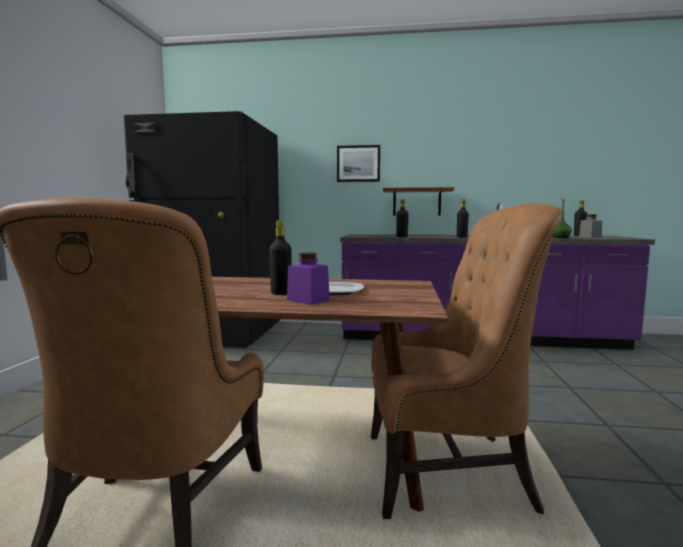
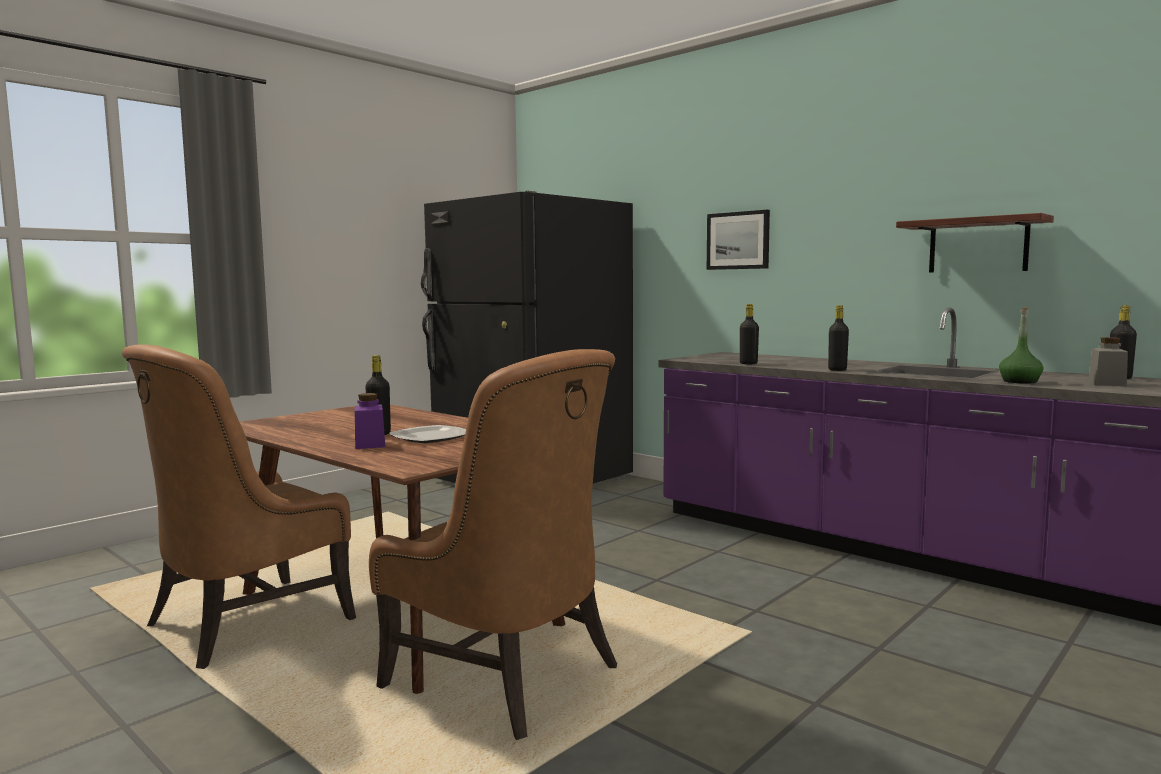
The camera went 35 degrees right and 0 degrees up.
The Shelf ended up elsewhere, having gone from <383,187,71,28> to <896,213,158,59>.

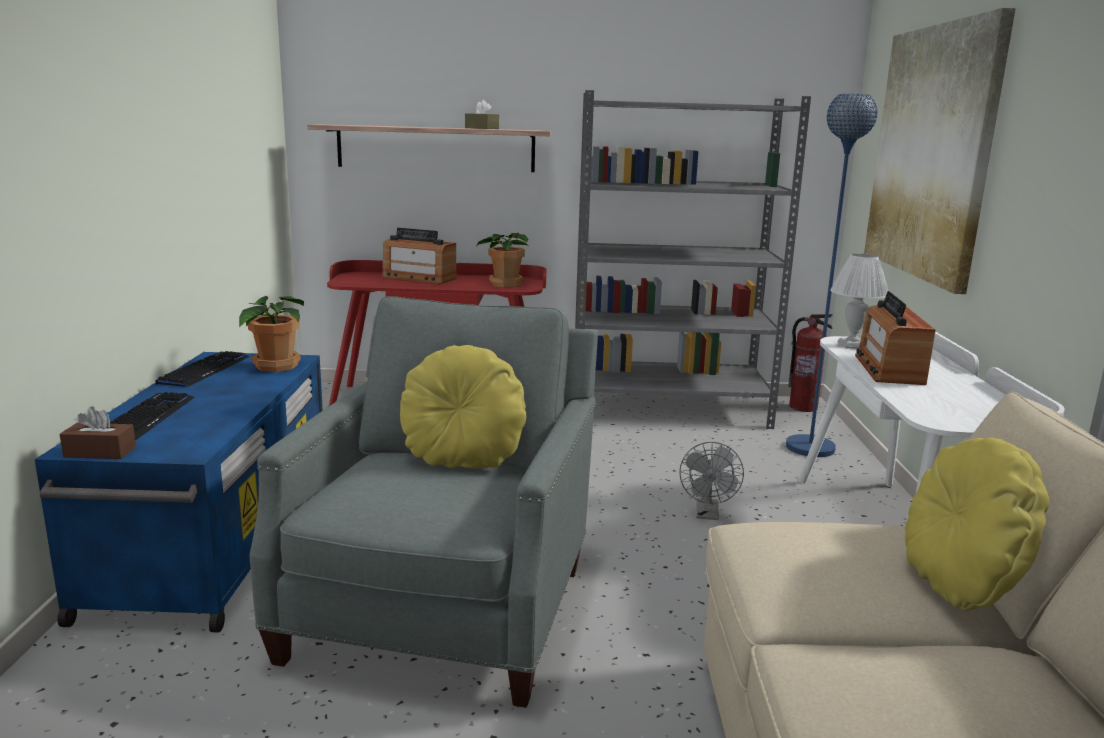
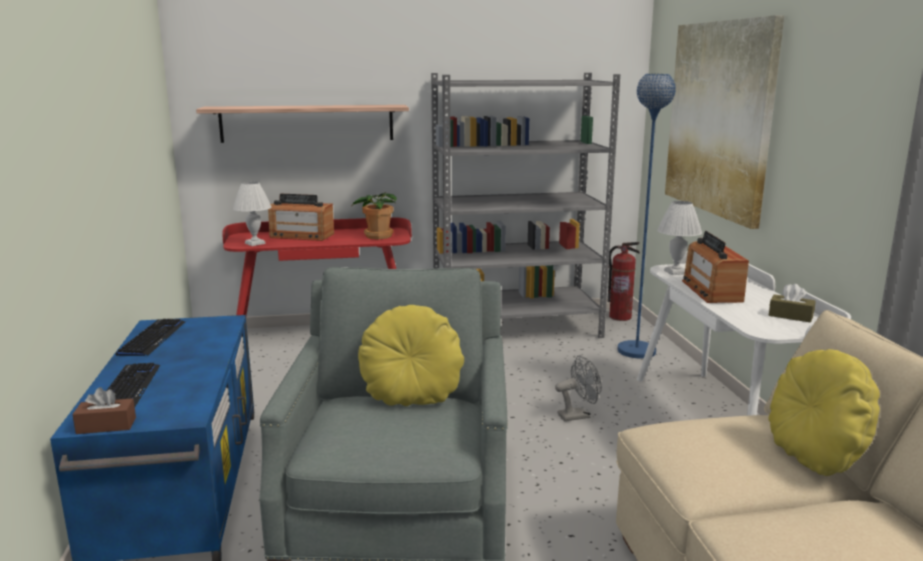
The camera went 10 degrees left and 0 degrees up.
The BrownBoxOfTissues ended up elsewhere, having gone from <465,100,34,29> to <769,284,47,39>.
The second view lost the PlantInAPot at <239,296,65,76>.
The GrayElectricFan at <679,442,65,78> ended up facing another way, 105 degrees counterclockwise from before.
The second view gained the WhiteColouredTableLamp at <233,182,38,64>.

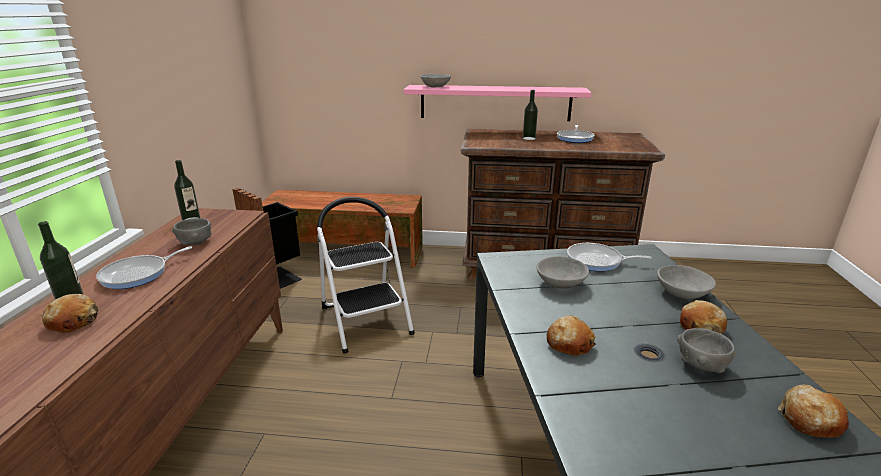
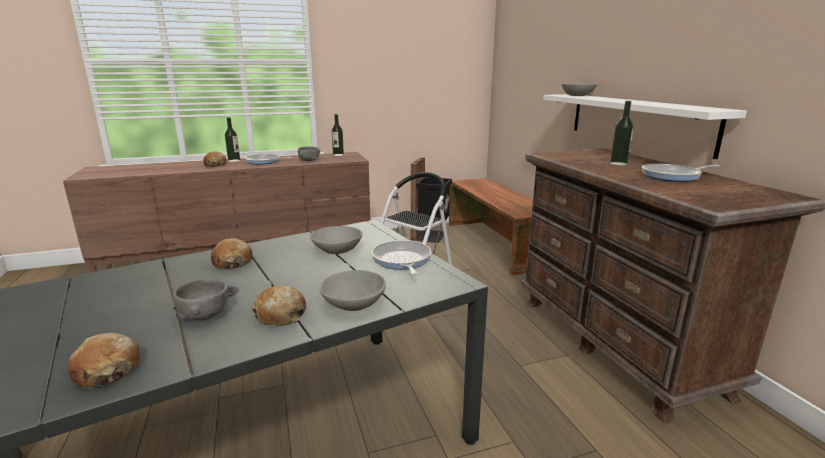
The camera went 65 degrees right and 5 degrees down.
What was the PinkColouredShelf at <404,85,187,36> turned into the WhiteColouredShelf at <543,94,204,65>.

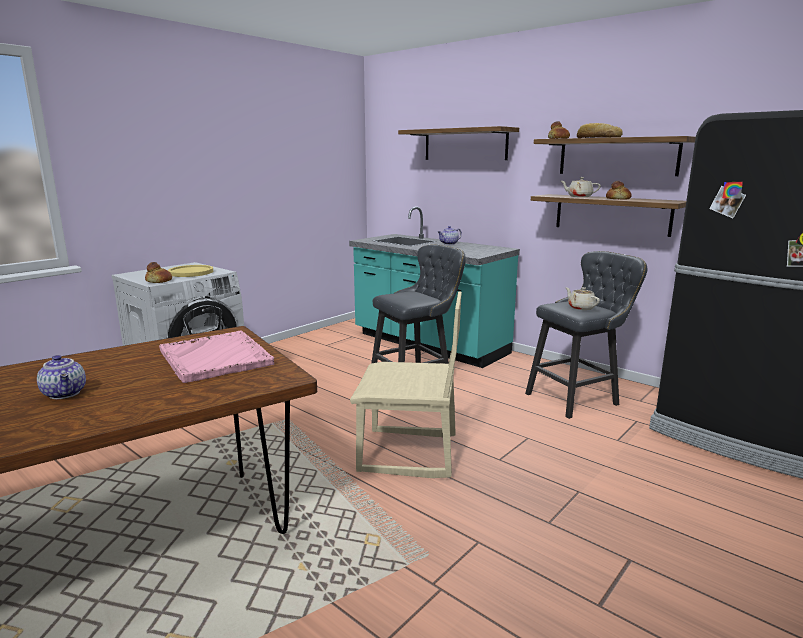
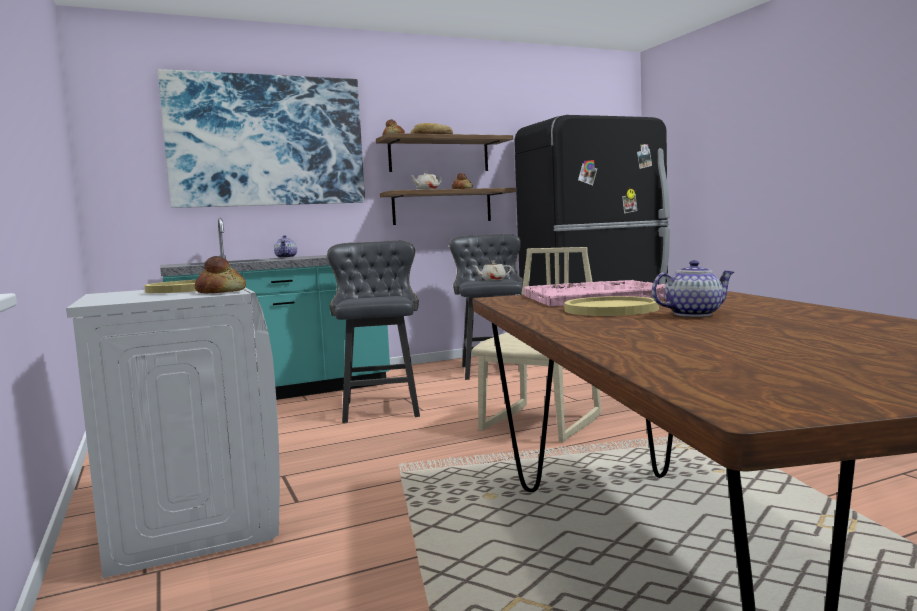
The camera went 65 degrees left and 10 degrees down.
Where the Shelf hung at <398,126,121,34>, the WallArt came to hang at <158,69,207,139>.
The second view gained the YellowPlate at <564,296,95,20>.

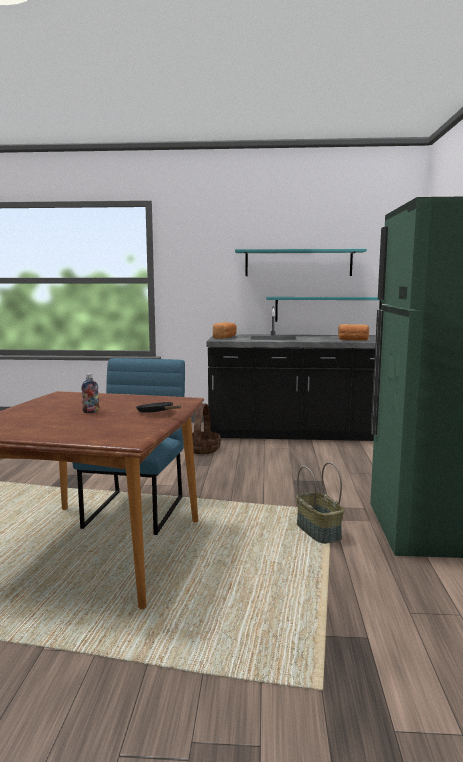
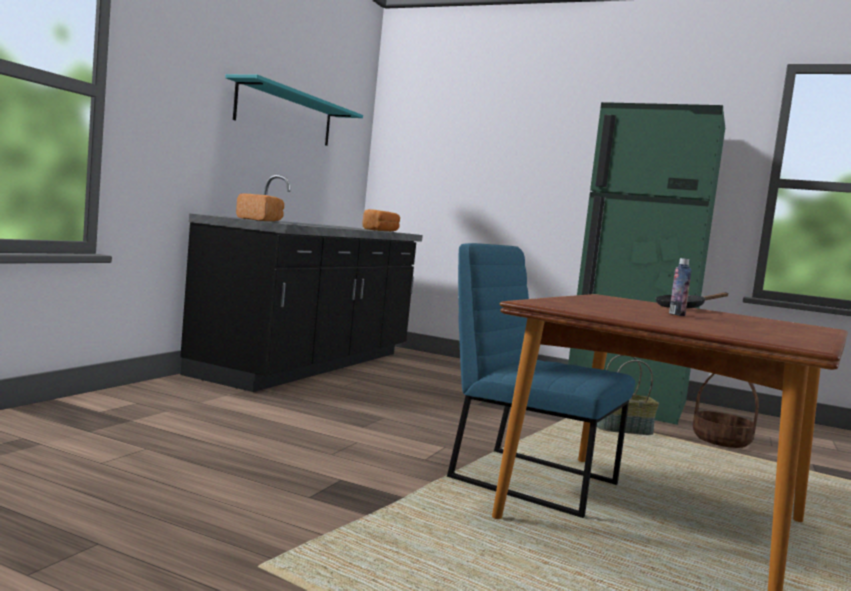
The camera went 70 degrees left and 5 degrees down.
The second view lost the TurquoiseColouredShelf at <266,297,116,25>.
The StorageBasket ended up elsewhere, having gone from <192,403,29,51> to <693,373,66,75>.

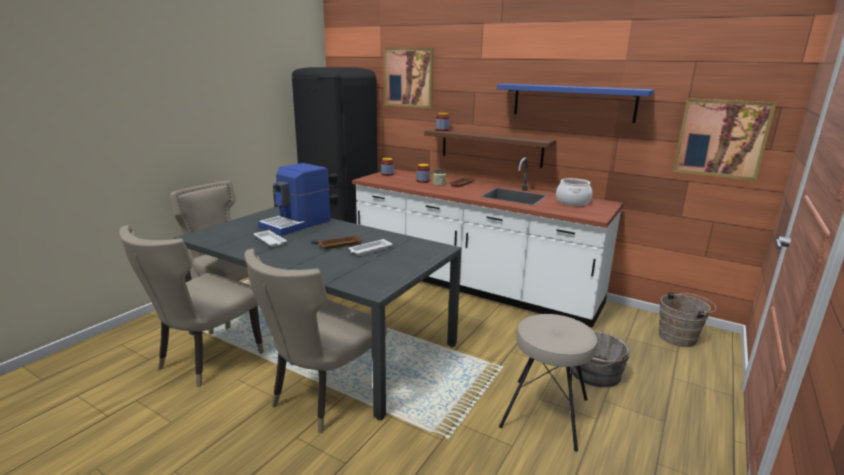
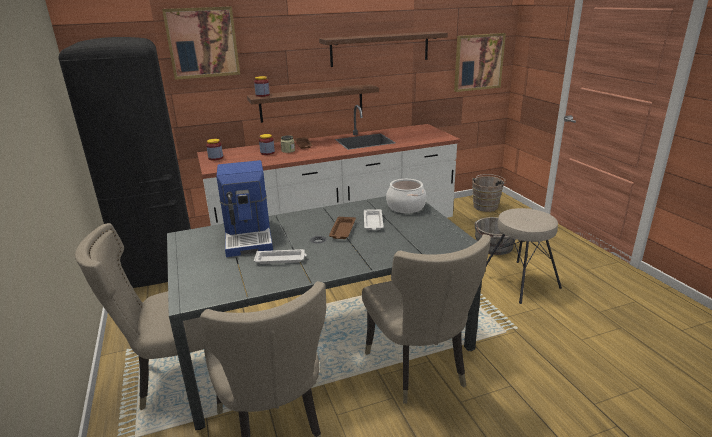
The camera went 50 degrees left and 5 degrees up.
What was the BlueShelf at <497,84,157,39> turned into the BrownShelf at <319,31,129,36>.
The Stockpot ended up elsewhere, having gone from <556,178,36,28> to <386,179,40,34>.

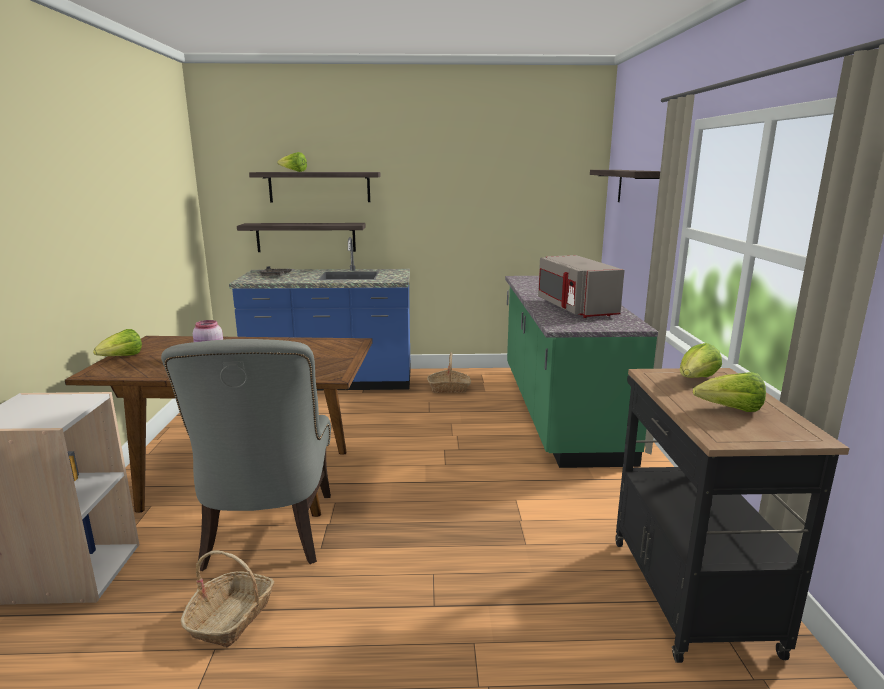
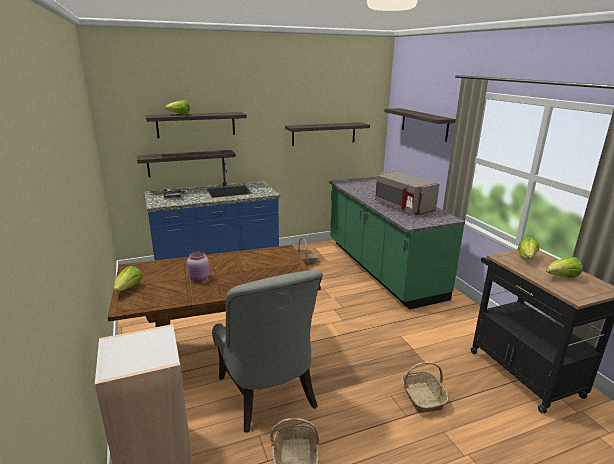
The camera went 20 degrees left and 5 degrees up.
The second view gained the Shelf at <285,122,85,24>.
The second view gained the StorageBasket at <401,362,48,51>.

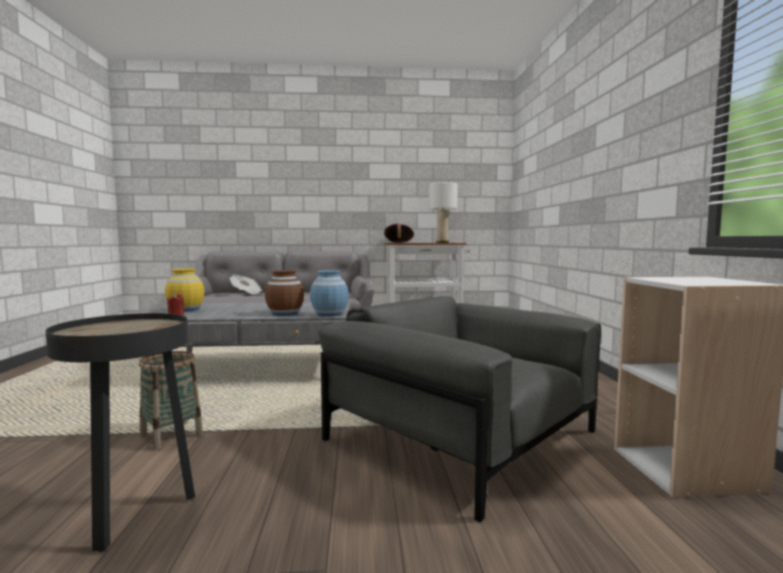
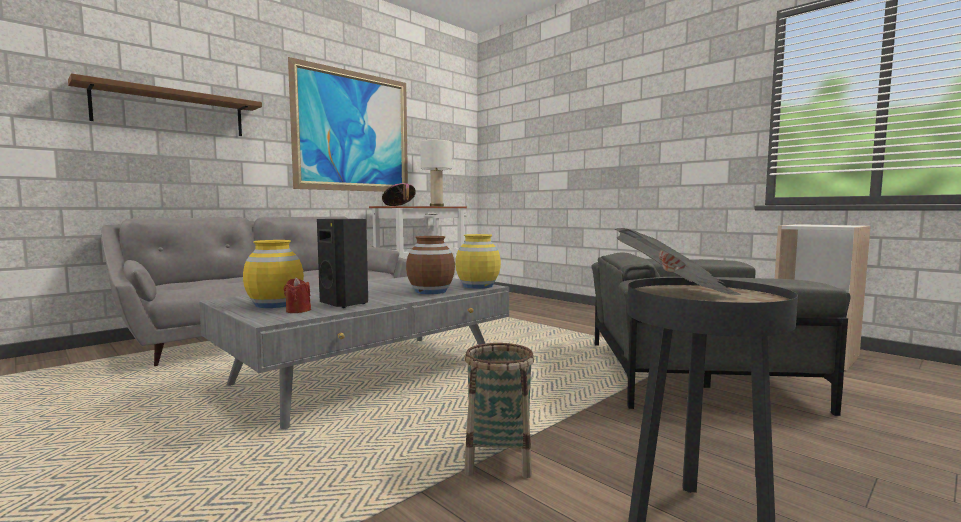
The camera went 40 degrees left and 0 degrees up.
What was the BlueDecorativeVase at <310,270,39,47> turned into the YellowDecorativeVase at <455,234,46,55>.
The DailyPaper ended up elsewhere, having gone from <229,275,34,19> to <615,228,126,67>.
The second view gained the WallArt at <288,57,120,135>.
The second view gained the BrownShelf at <68,73,194,63>.
The second view gained the BlackColouredAudioSpeaker at <317,219,51,89>.

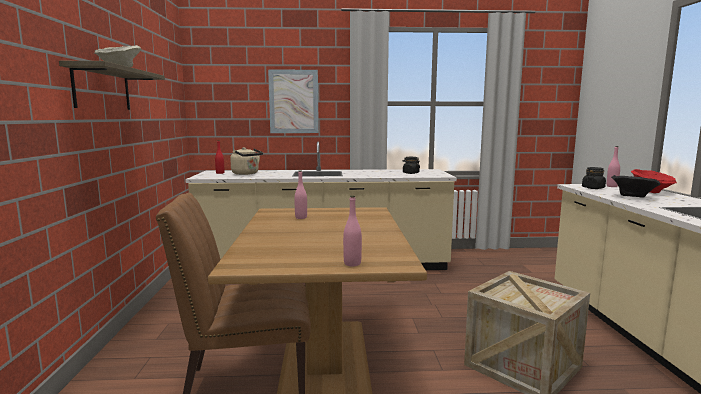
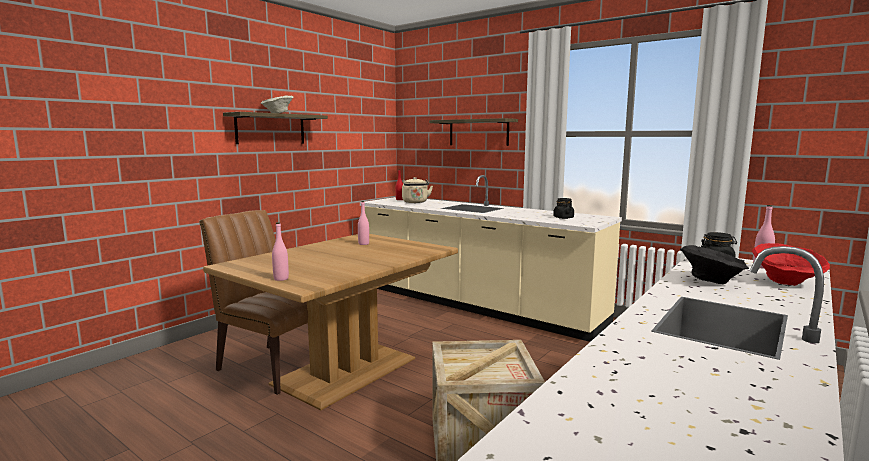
The camera went 40 degrees right and 0 degrees up.
Where the WallArt hung at <268,69,51,64>, the Shelf came to hang at <429,118,89,28>.

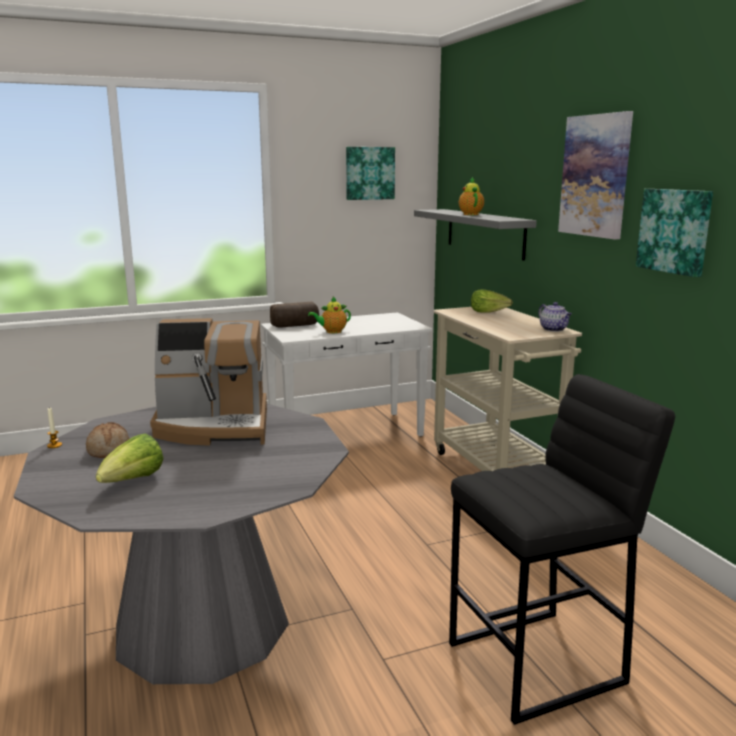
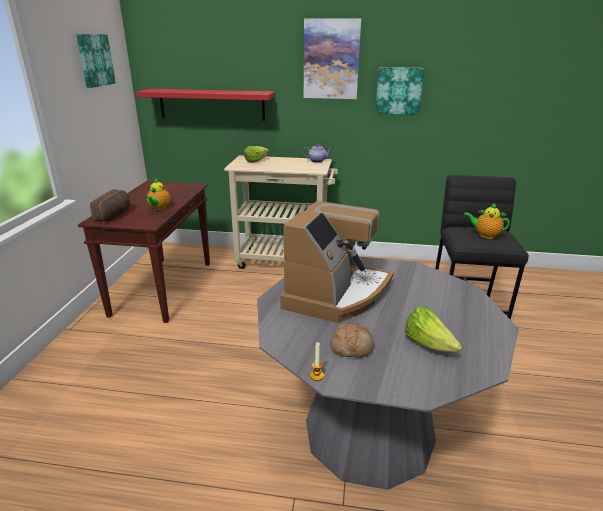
The camera went 60 degrees left and 10 degrees up.
The Teapot ended up elsewhere, having gone from <459,177,25,38> to <464,202,46,37>.
What was the GrayShelf at <414,209,123,52> turned into the RedColouredShelf at <136,89,139,32>.
What was the WhiteColouredHallTable at <261,312,171,125> turned into the BrownHallTable at <78,181,132,142>.

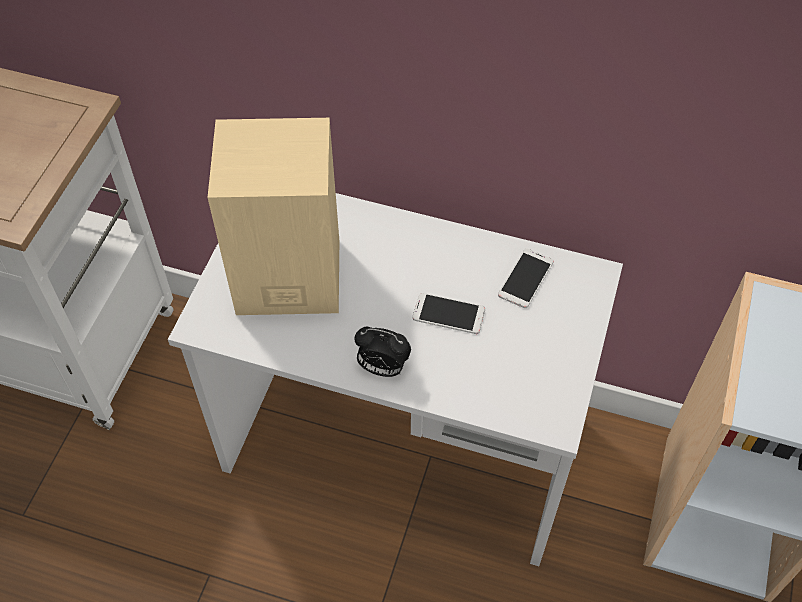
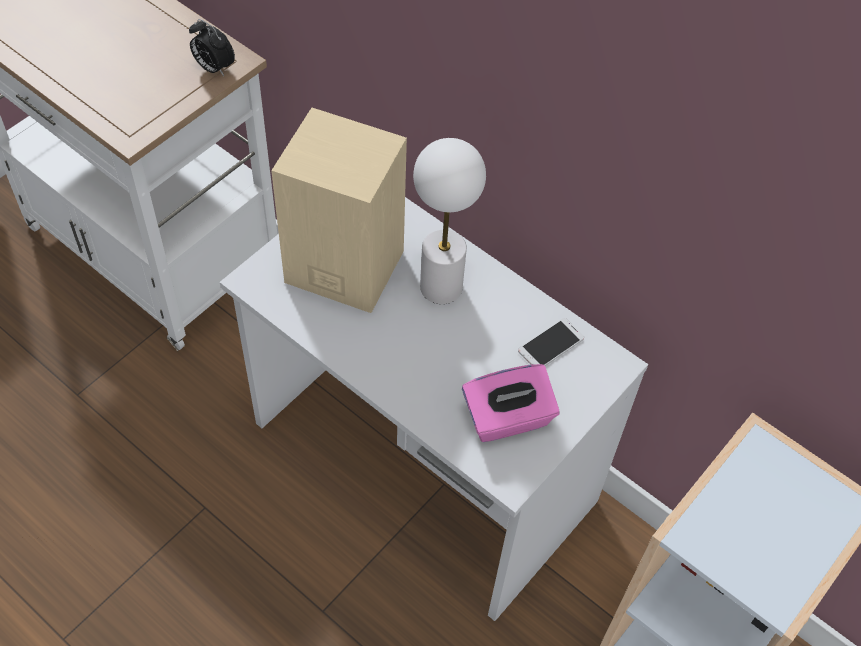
The camera went 20 degrees right and 0 degrees up.
The second view lost the Phone at <413,293,72,41>.
The AlarmClock ended up elsewhere, having gone from <354,327,57,50> to <189,19,46,57>.
The second view gained the WhiteColouredTableLamp at <413,138,73,166>.
The second view gained the PinkColouredBoxOfTissues at <462,364,98,78>.

